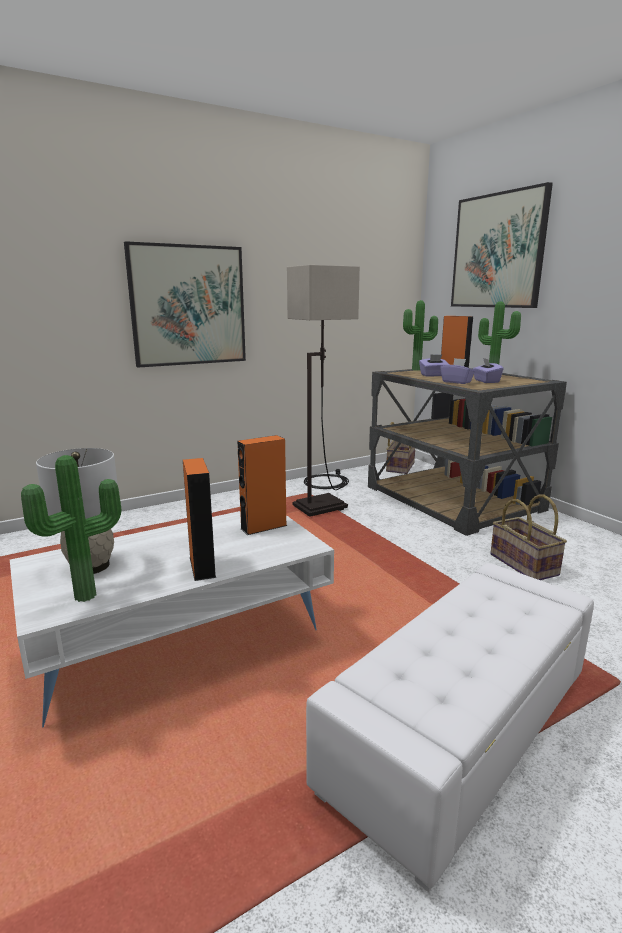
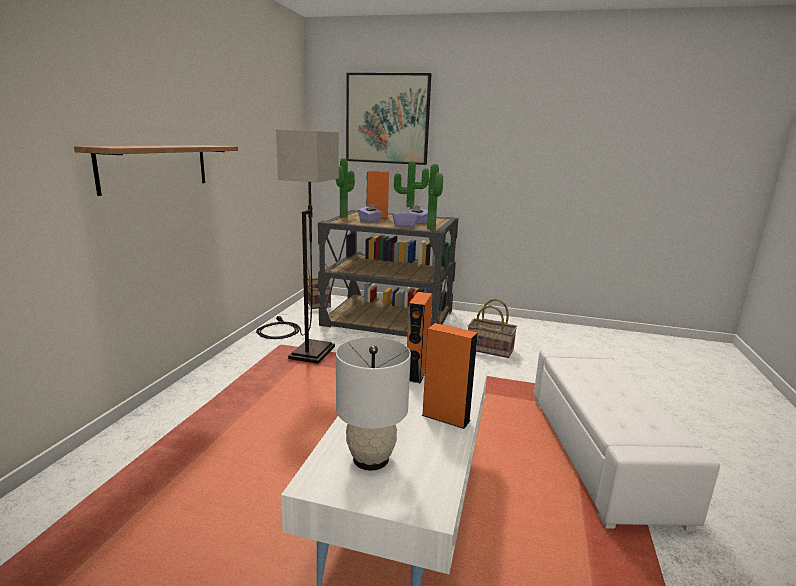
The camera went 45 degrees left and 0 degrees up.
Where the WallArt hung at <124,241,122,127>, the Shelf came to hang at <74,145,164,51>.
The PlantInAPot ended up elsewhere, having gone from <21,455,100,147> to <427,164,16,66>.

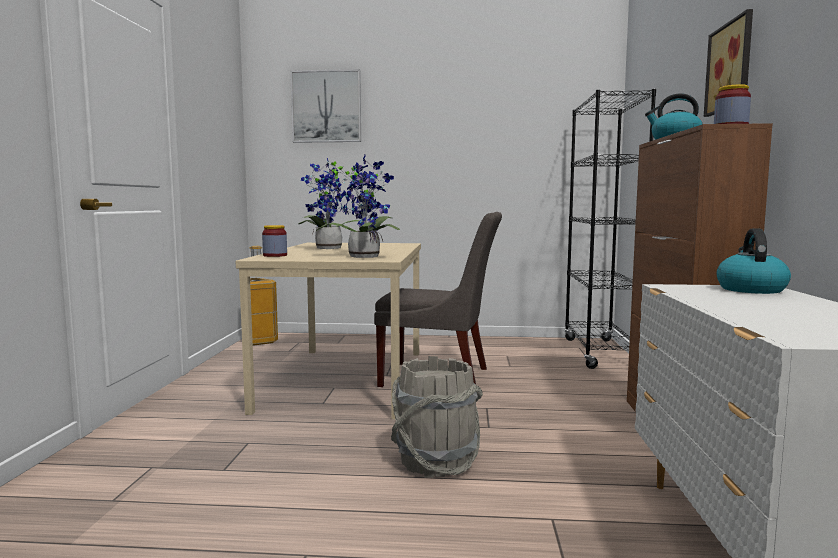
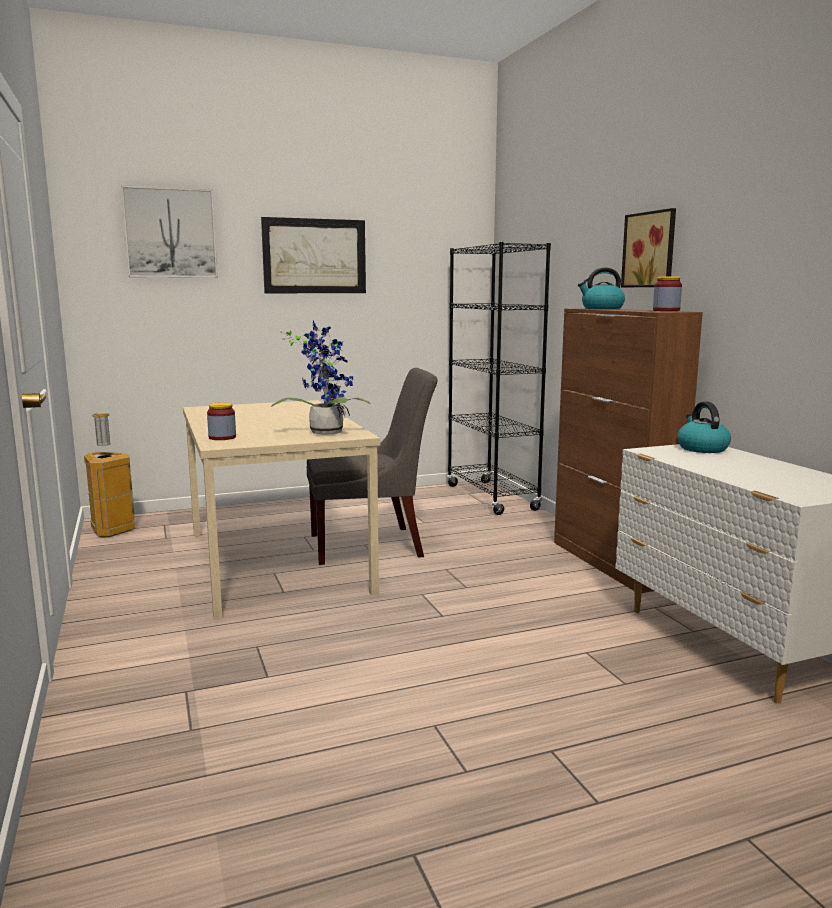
The camera went 25 degrees left and 5 degrees up.
The second view lost the PlantInAPot at <298,158,65,91>.
The second view lost the GrayBucket at <391,356,92,122>.
The second view gained the WallArt at <261,217,105,76>.

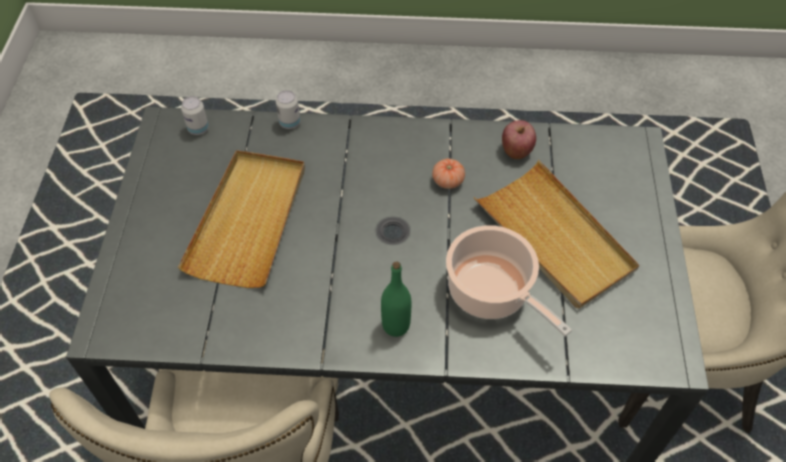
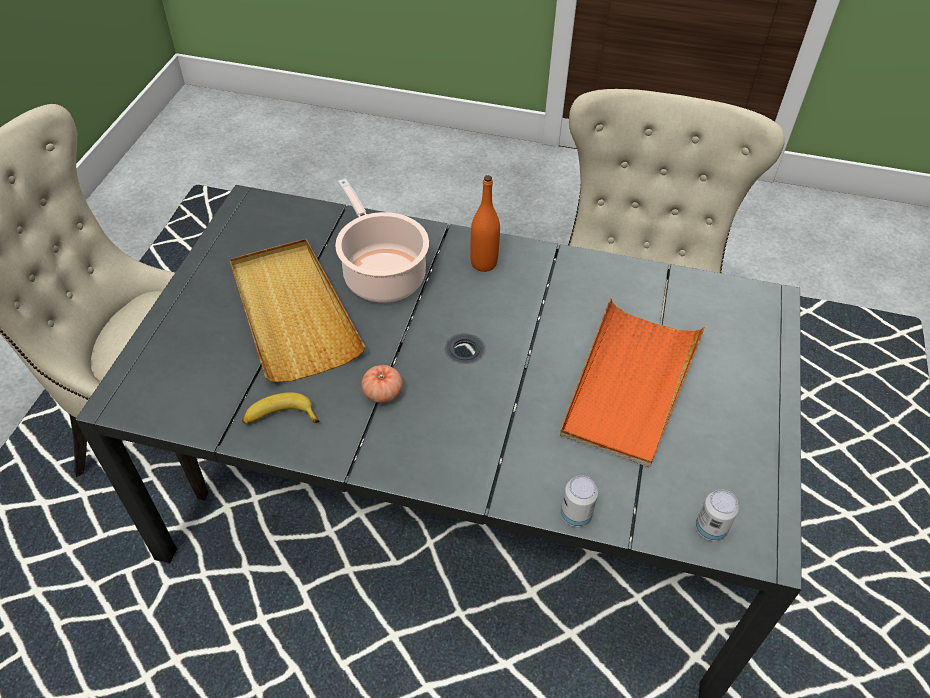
The camera went 170 degrees left and 5 degrees down.
Where the Apple stood at <502,120,34,39>, the WholeBanana came to stand at <242,392,77,32>.
What was the BeigeColouredTray at <178,150,127,138> turned into the OrangeTray at <560,298,145,170>.
What was the GreenDrinkBottle at <381,262,30,75> turned into the OrangeDrinkBottle at <470,175,30,97>.

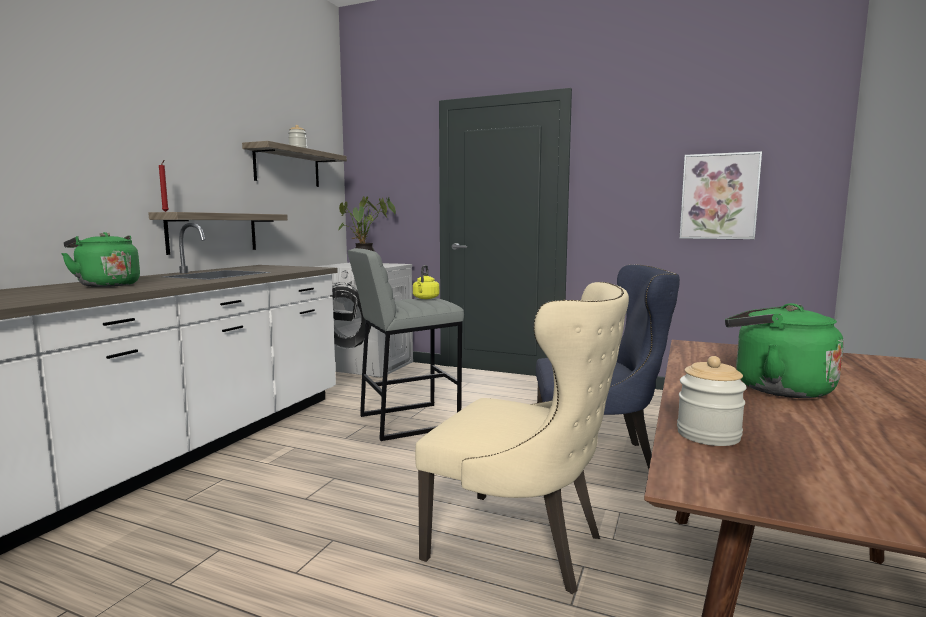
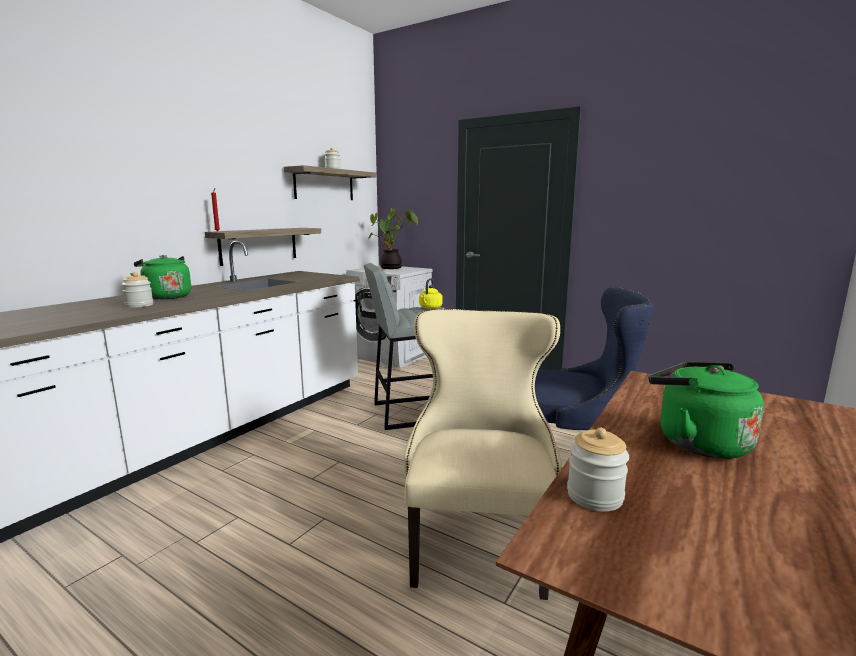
The camera went 10 degrees right and 5 degrees up.
The second view lost the WallArt at <679,151,83,88>.
The BeigeColouredChair at <415,282,214,312> ended up facing another way, 120 degrees counterclockwise from before.
The second view gained the StorageJar at <122,272,31,36>.

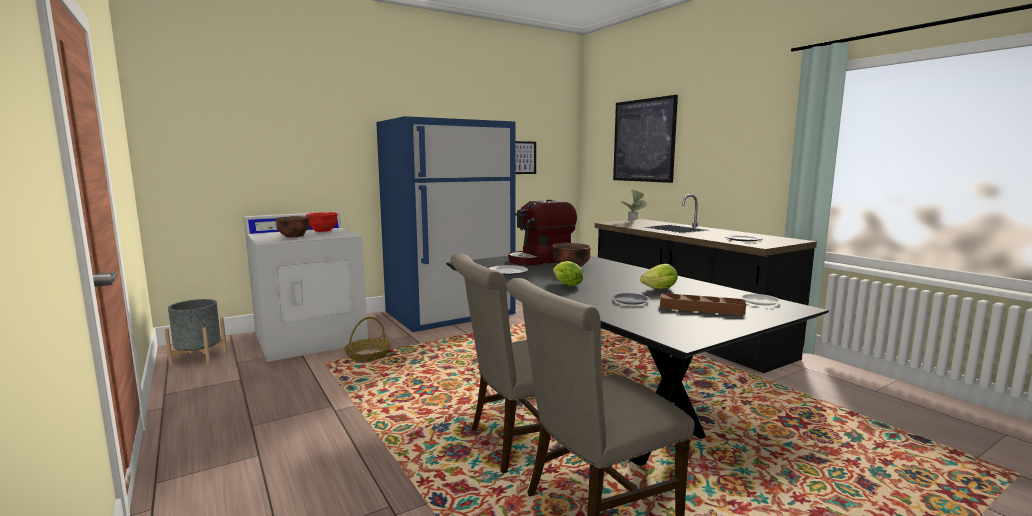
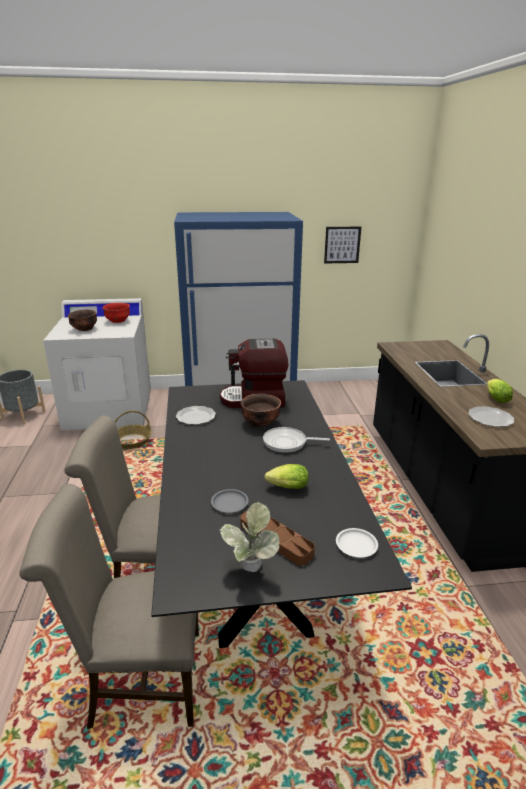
The camera went 25 degrees right and 15 degrees up.
The second view lost the WallArt at <613,95,65,88>.
The PlantInAPot ended up elsewhere, having gone from <621,189,26,32> to <220,502,60,70>.
The Lettuce ended up elsewhere, having gone from <553,261,30,26> to <487,379,26,24>.
The second view gained the Skillet at <263,427,67,26>.

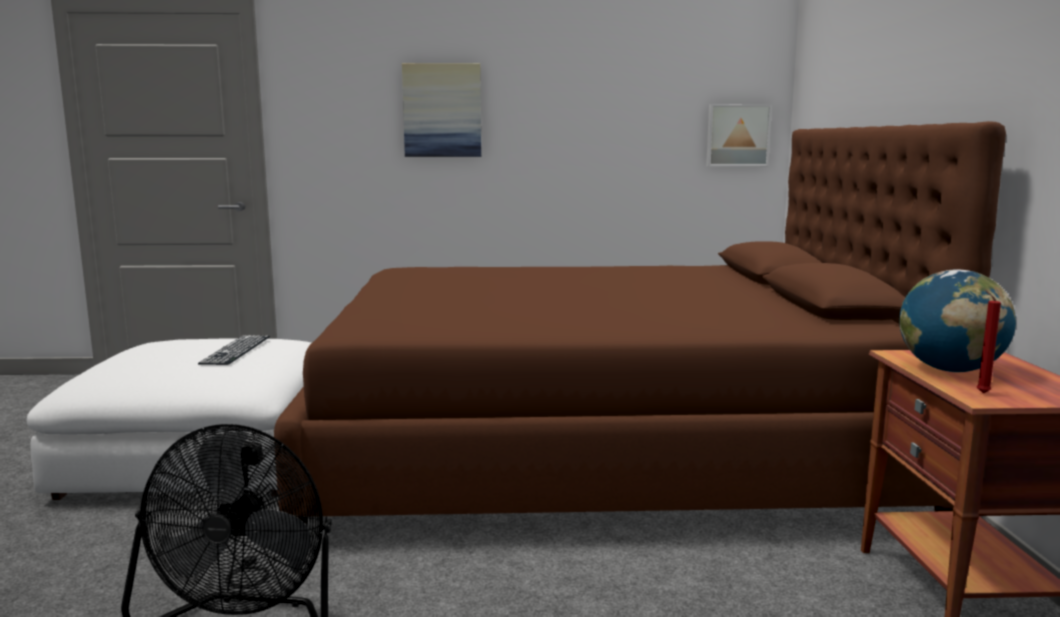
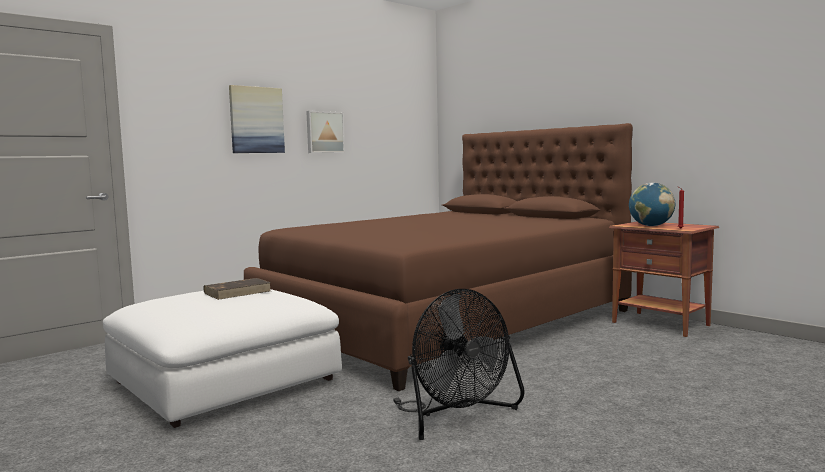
The camera went 40 degrees left and 5 degrees down.
The WallArt ended up elsewhere, having gone from <706,104,66,62> to <306,111,39,42>.
Where the Keyboard stood at <198,335,72,30>, the BrownBoundBook came to stand at <203,278,68,22>.

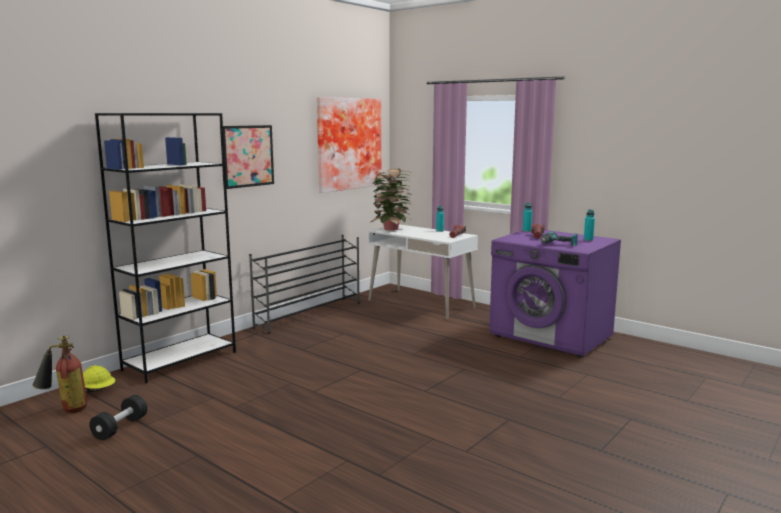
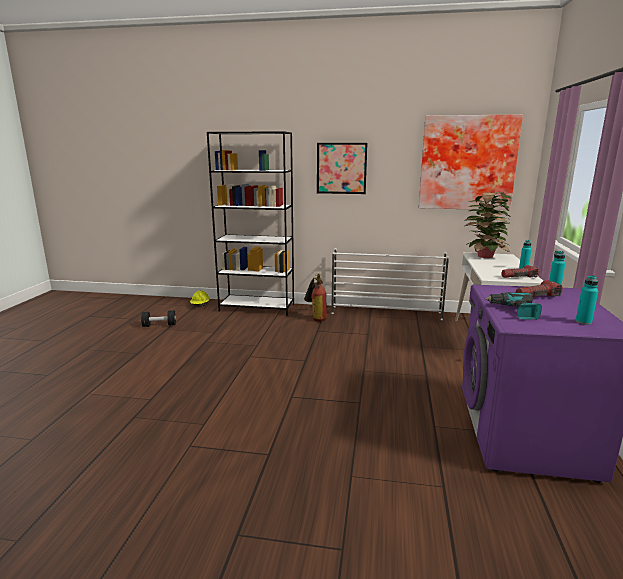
The camera went 60 degrees right and 5 degrees up.
What was the BlackColouredShoeShelf at <249,235,111,99> turned into the WhiteColouredShoeShelf at <331,248,118,72>.
The Extinguisher ended up elsewhere, having gone from <33,336,54,77> to <304,273,23,49>.

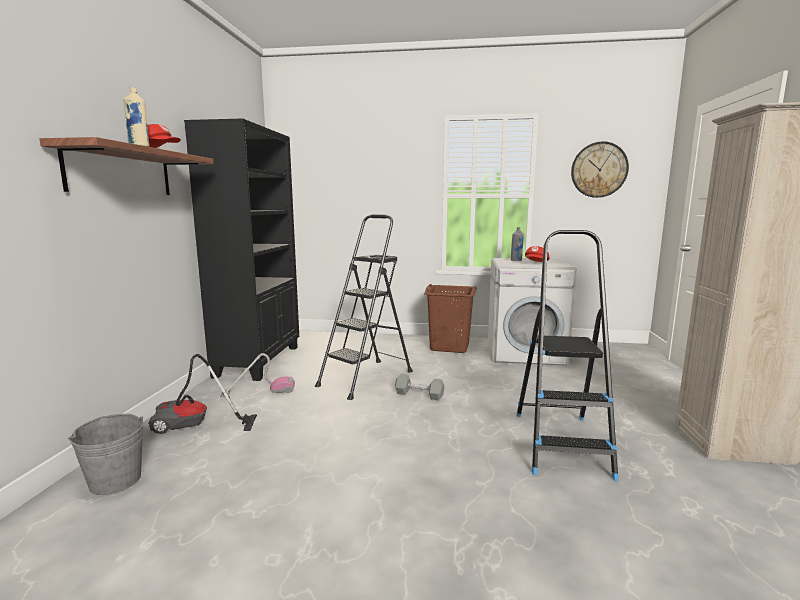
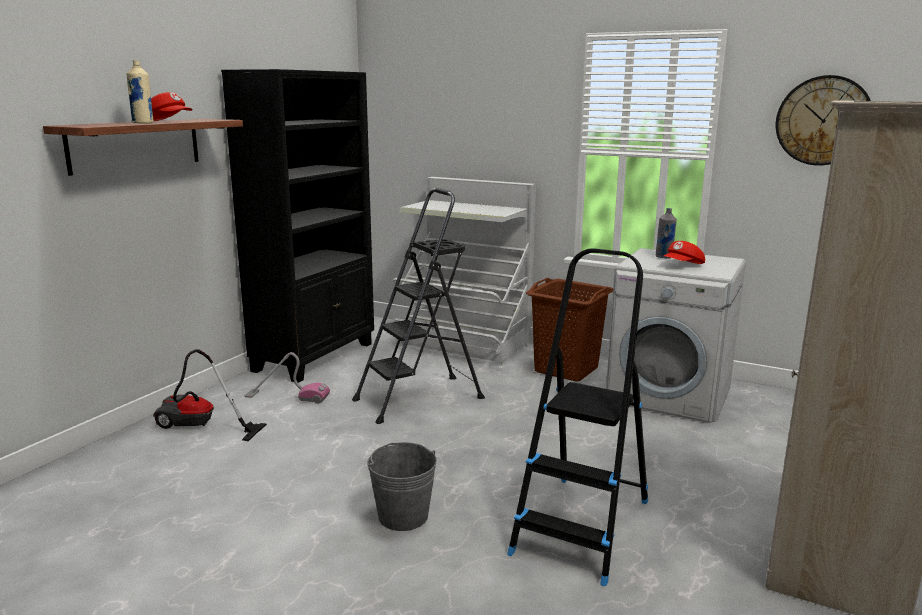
The camera went 20 degrees right and 5 degrees up.
The second view lost the GrayDumbbell at <395,374,50,27>.
The GrayBucket ended up elsewhere, having gone from <68,414,76,81> to <368,442,69,89>.
The second view gained the WhiteColouredShoeShelf at <393,177,143,191>.

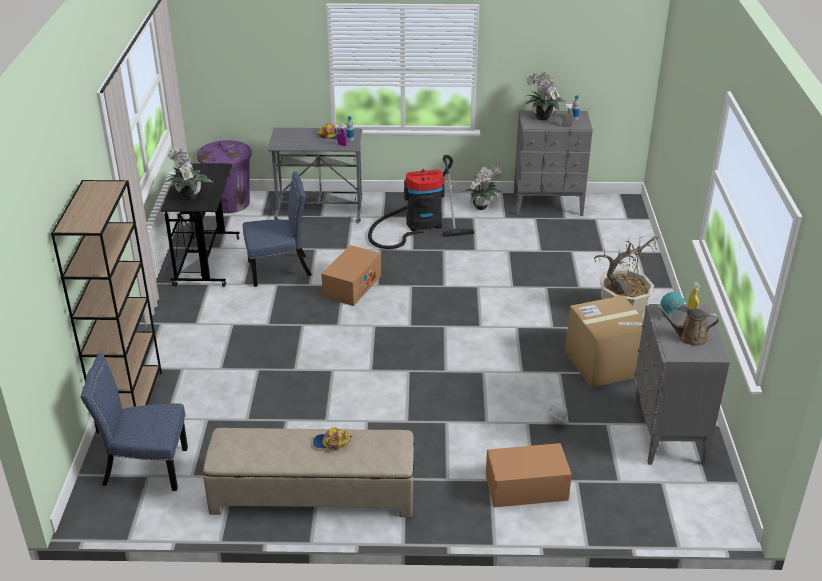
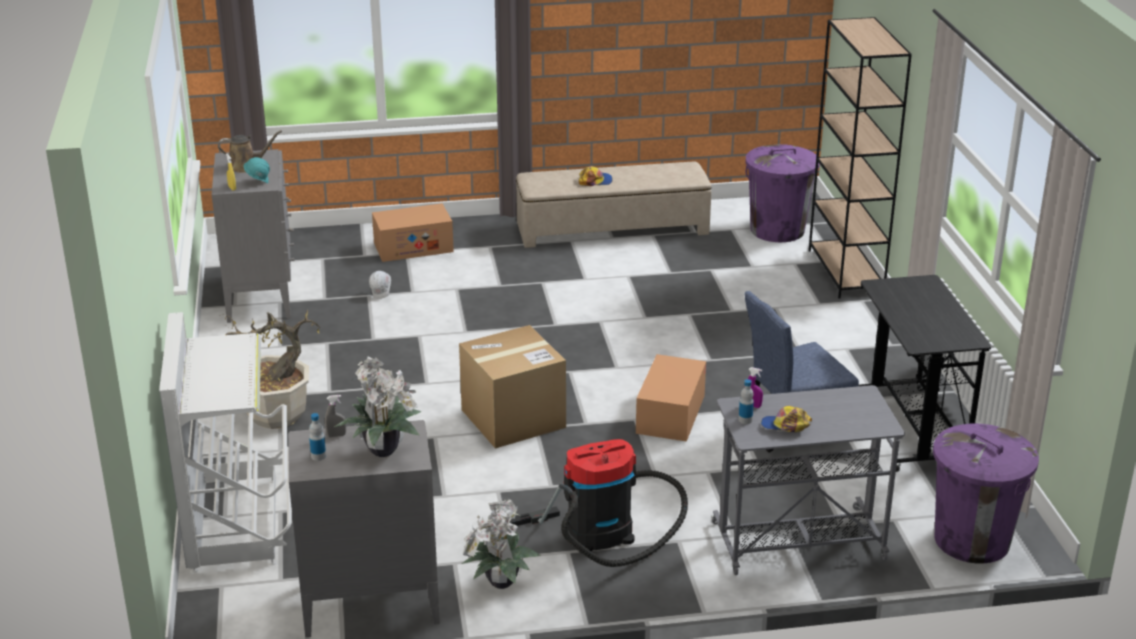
The camera went 170 degrees right and 5 degrees down.
The second view lost the PlantInAPot at <164,148,49,53>.
The PackingBox ended up elsewhere, having gone from <565,295,79,92> to <459,325,107,124>.
Where the BlueChair stood at <81,353,107,138>, the PurplishRubbishBin came to stand at <745,144,75,98>.
The second view gained the WhiteColouredShoeShelf at <159,312,133,261>.

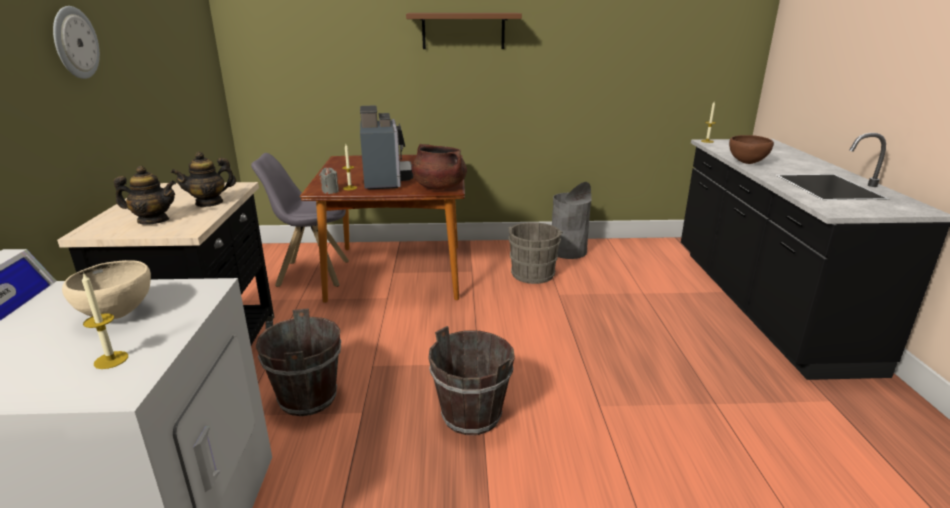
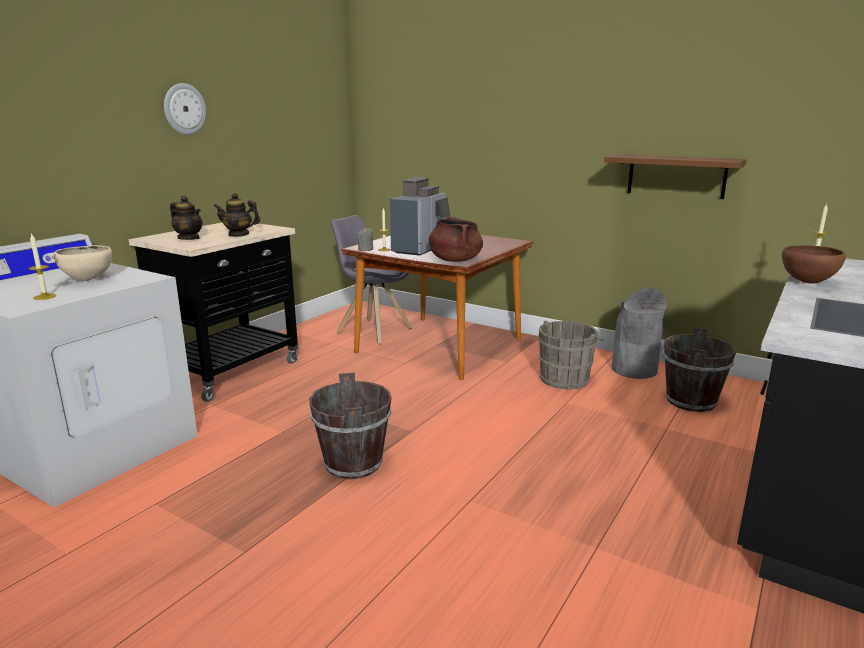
The camera went 35 degrees right and 5 degrees down.
The BrownShelf ended up elsewhere, having gone from <406,13,116,36> to <604,154,142,45>.
The BrownBucket ended up elsewhere, having gone from <256,308,85,108> to <663,327,73,85>.

